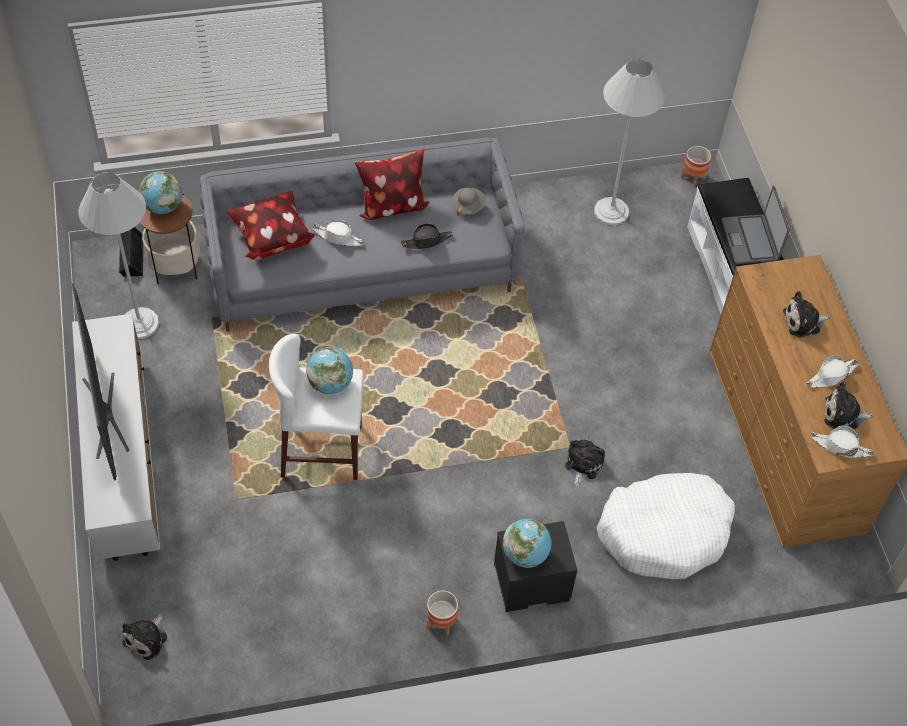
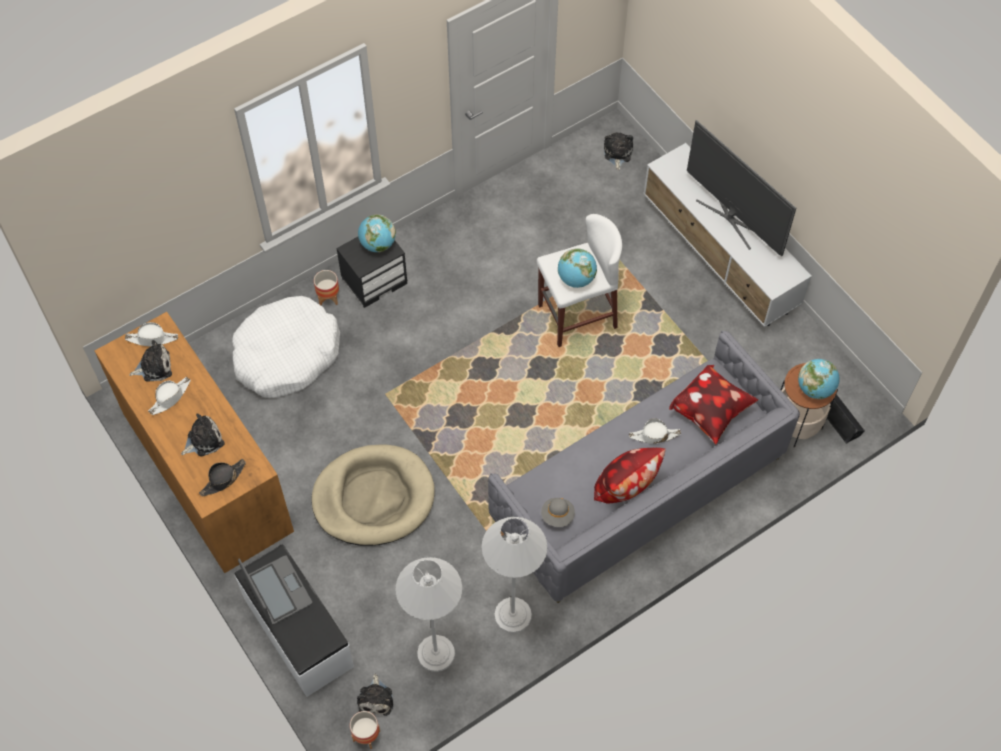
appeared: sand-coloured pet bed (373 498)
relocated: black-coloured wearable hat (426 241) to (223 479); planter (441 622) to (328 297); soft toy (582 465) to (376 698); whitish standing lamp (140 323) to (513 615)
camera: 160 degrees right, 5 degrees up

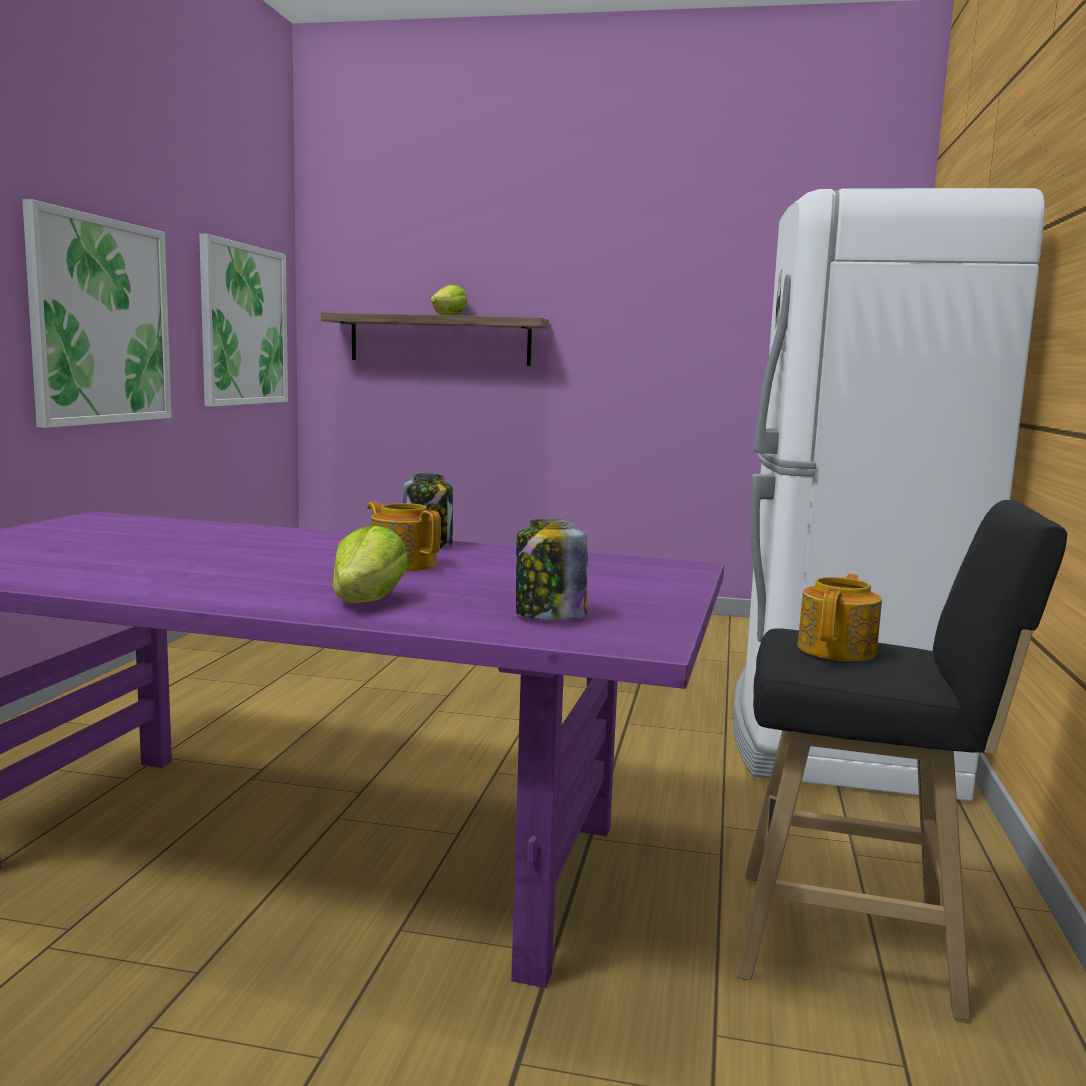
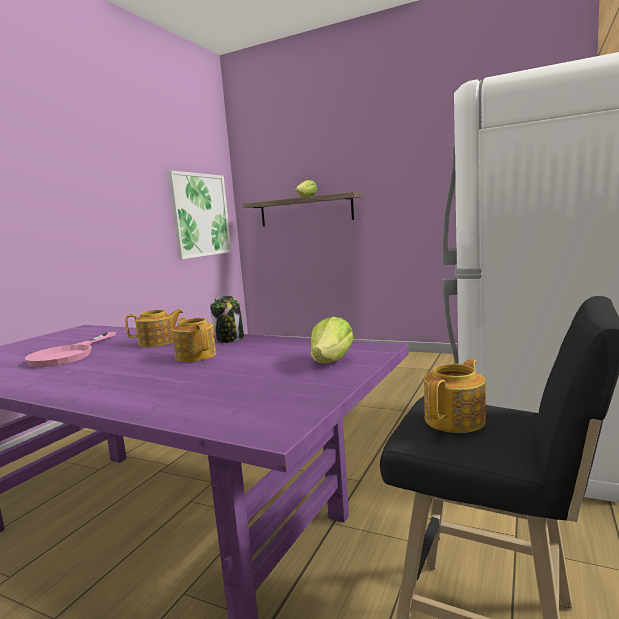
missing: wall art (101 321); storage jar (549 616)
appeared: pinkish pan (69 355); tea pot (158 343)
relocated: lettuce (368 601) to (332 361)
camera: 15 degrees right, 0 degrees up

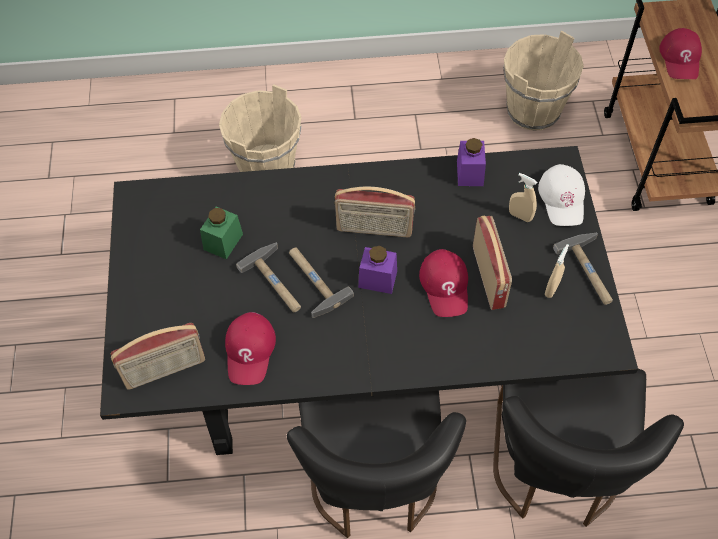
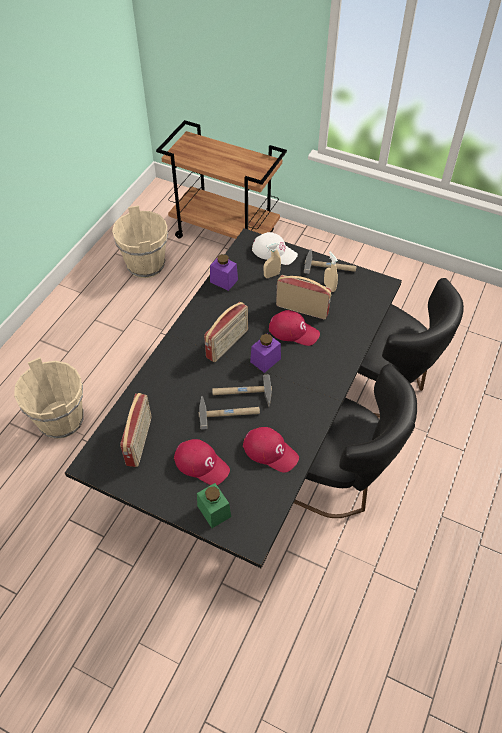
relocated: radio set (165 370) to (140 441); red-coloured cap (680 58) to (202 464); green storage jar (223 242) to (214 511)
camera: 60 degrees left, 5 degrees down

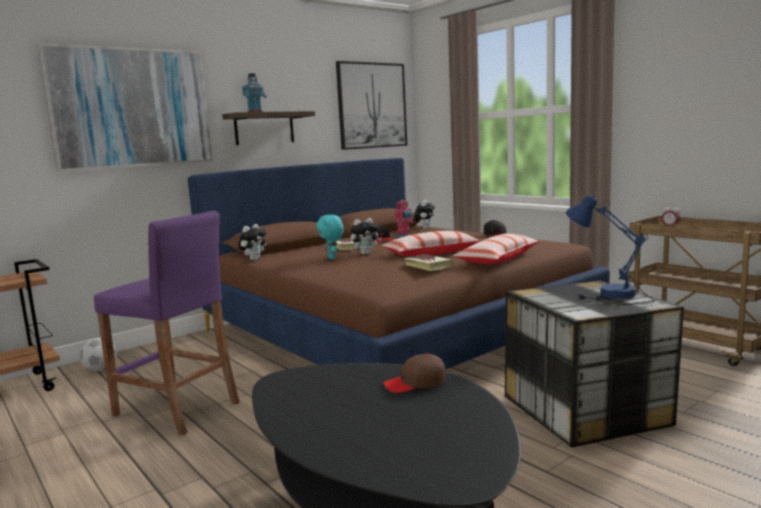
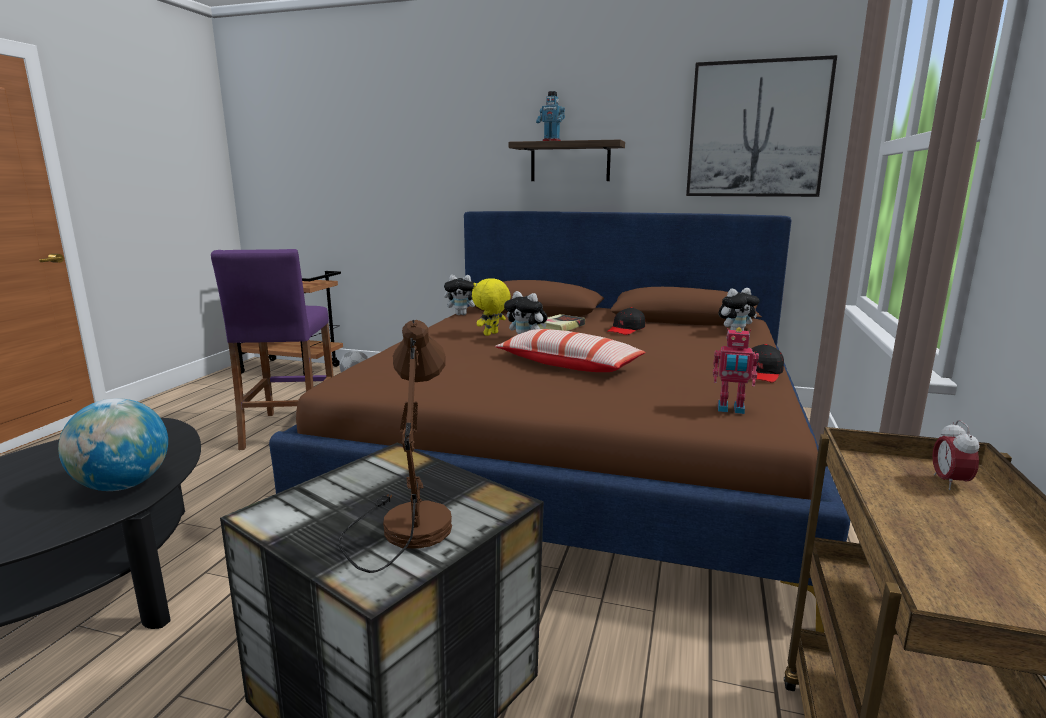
missing: wall art (131 108); volume (428 266); cushion (498 259)
relocated: robot figure (404 236) to (731 409)
exchanged: brown cap (415 383) to globe (124 486)
colour: blue table lamp (609 296) to brown table lamp (400 524); turquoise-coloured soft toy (332 258) to yellowish soft toy (491 334)
camera: 55 degrees right, 5 degrees up

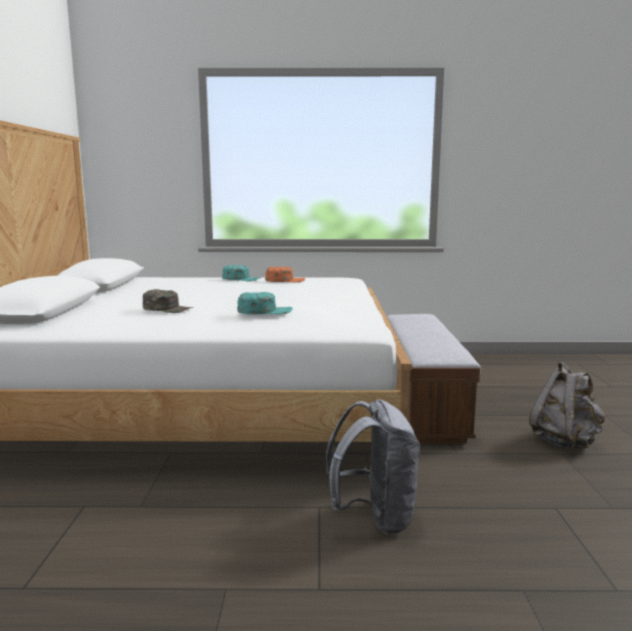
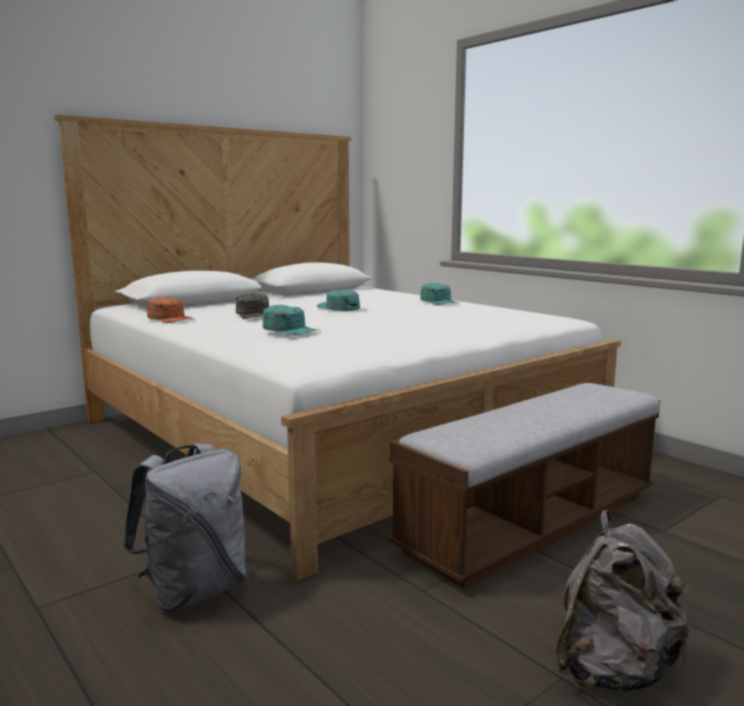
appeared: turquoise-coloured cap (338 308)
relocated: orange cap (285 280) to (171 318)
camera: 50 degrees right, 0 degrees up

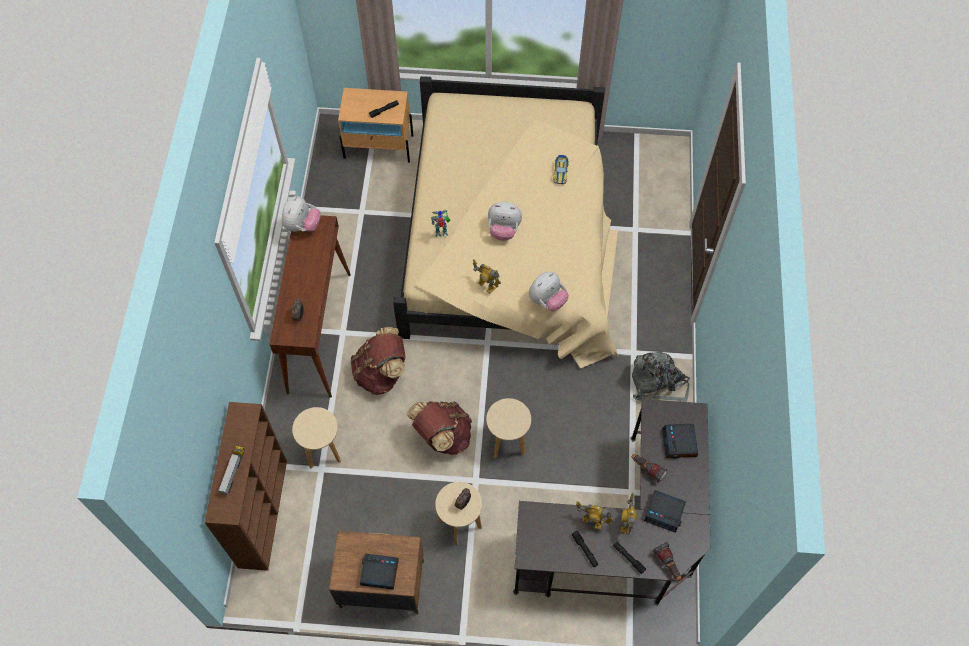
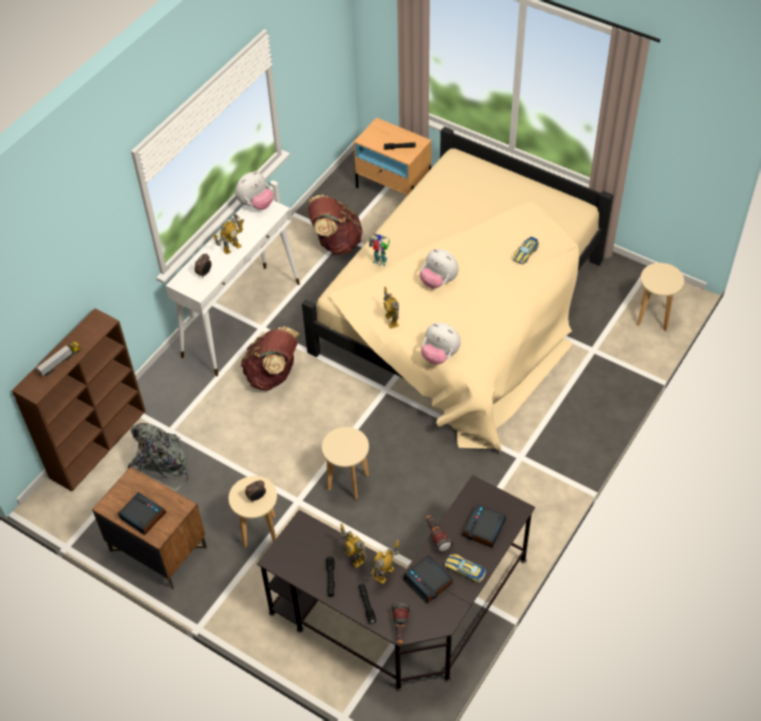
appeared: robot figure (232 248); model car (465 570)
relocated: grey rucksack (657 382) to (162 465); brown rucksack (442 436) to (336 242); sand-coloured sitting stool (323 451) to (653 318)
colour: brown narrow table (319 331) to whitish narrow table (242 319)
spun: soft toy (547 300) = (440 355) 45 degrees clockwise
camera: 30 degrees right, 10 degrees down

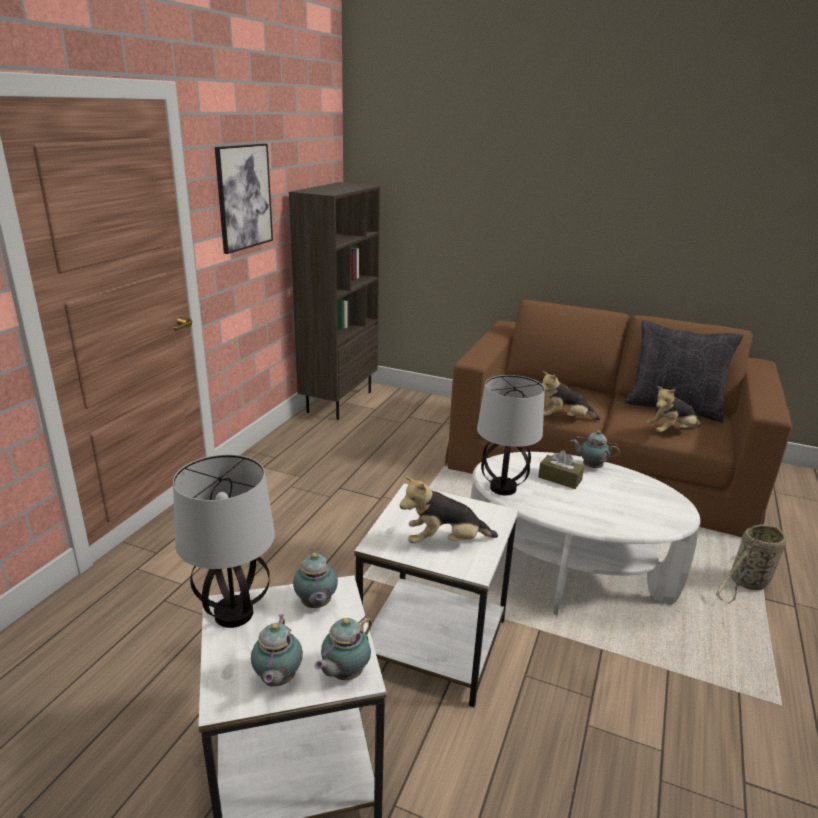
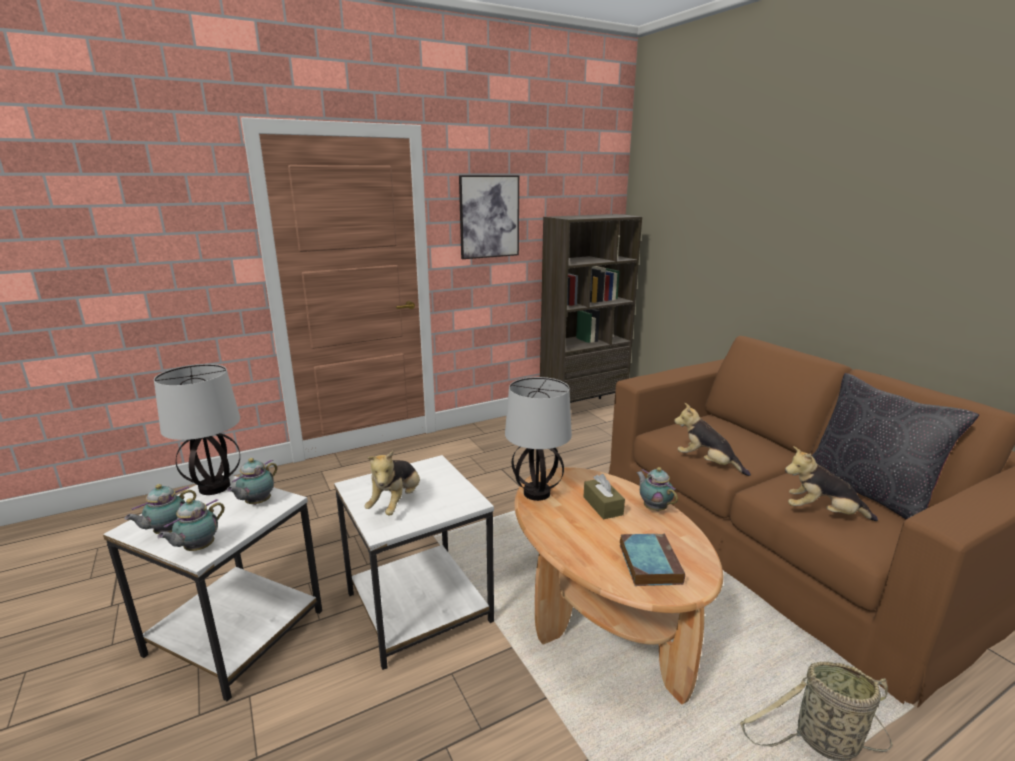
appeared: volume (648 563)
colour: whitish coffee table (567 575) to brown coffee table (601 617)
spun: tea pot (344 674) = (197 548) 45 degrees counterclockwise; soft toy (445 542) = (396 503) 105 degrees counterclockwise
camera: 40 degrees right, 5 degrees down

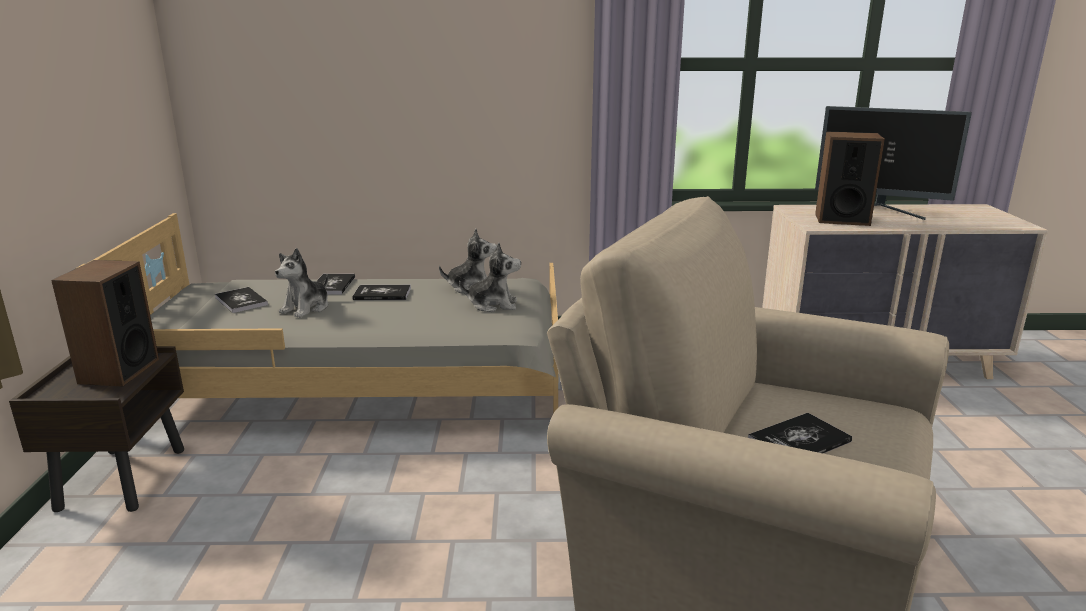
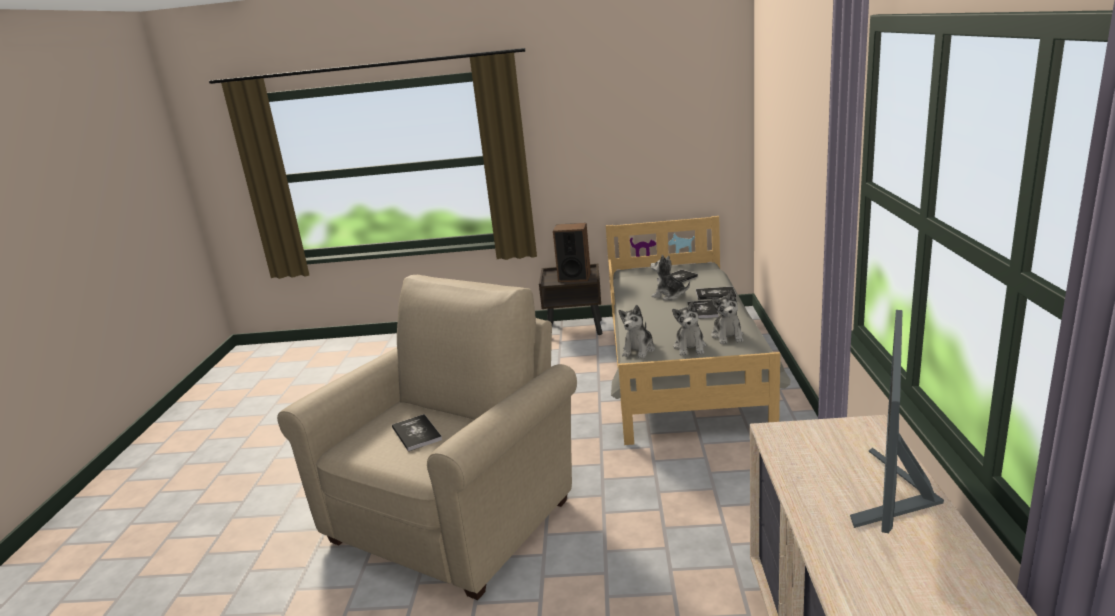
missing: audio speaker (841 219)
appeared: soft toy (638 350)
camera: 95 degrees right, 0 degrees up

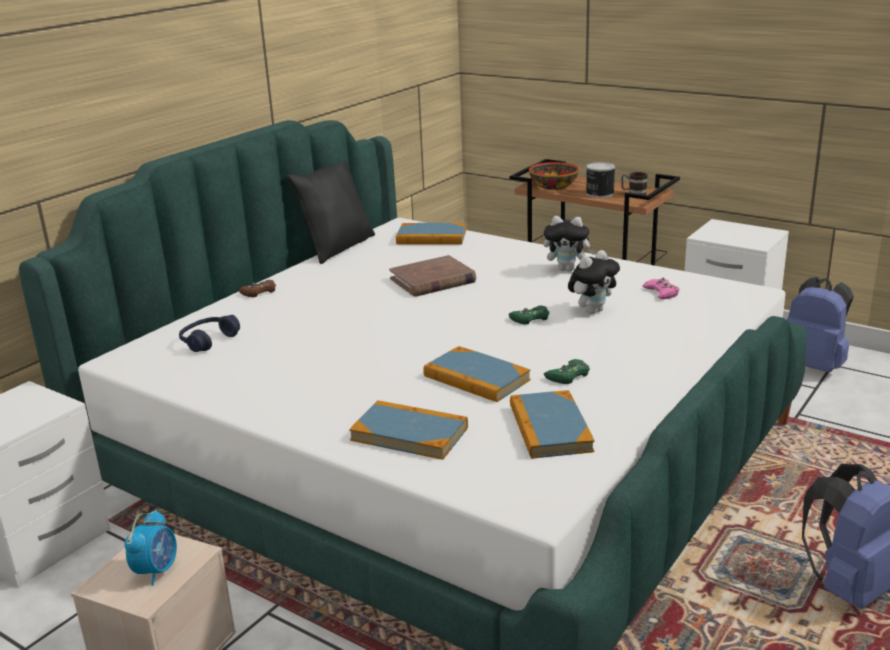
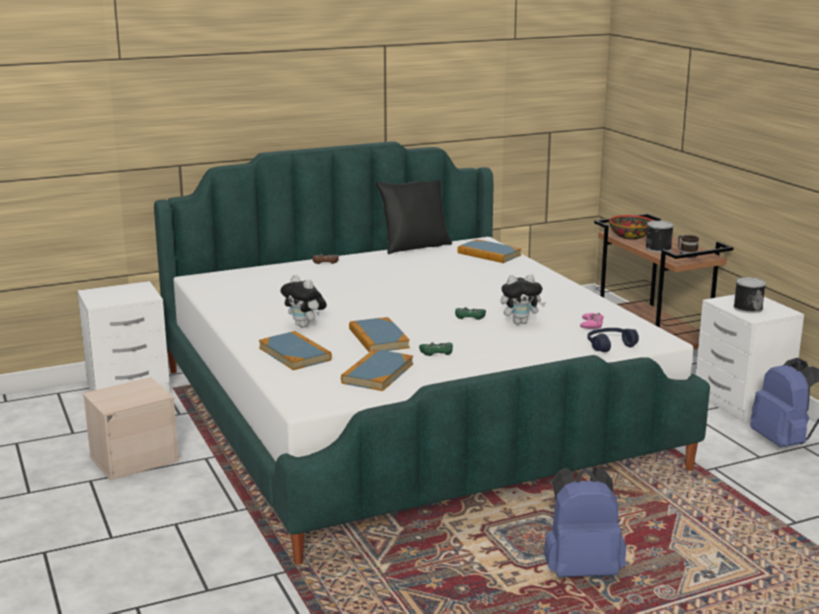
missing: table clock (157 570); brown volume (432 280)
appeared: can (747 308)
relocated: soft toy (568 269) to (305 326); blue pair of headphones (209 341) to (610 346)
camera: 30 degrees right, 5 degrees down

